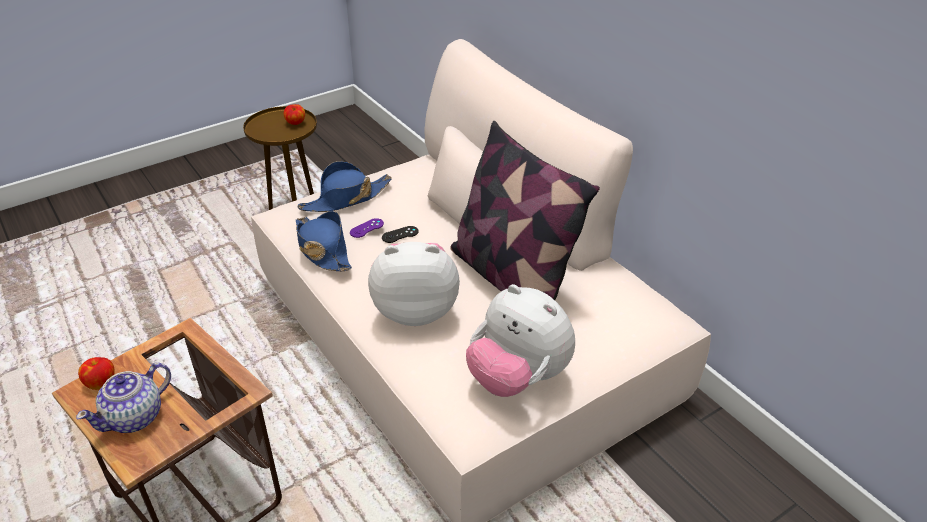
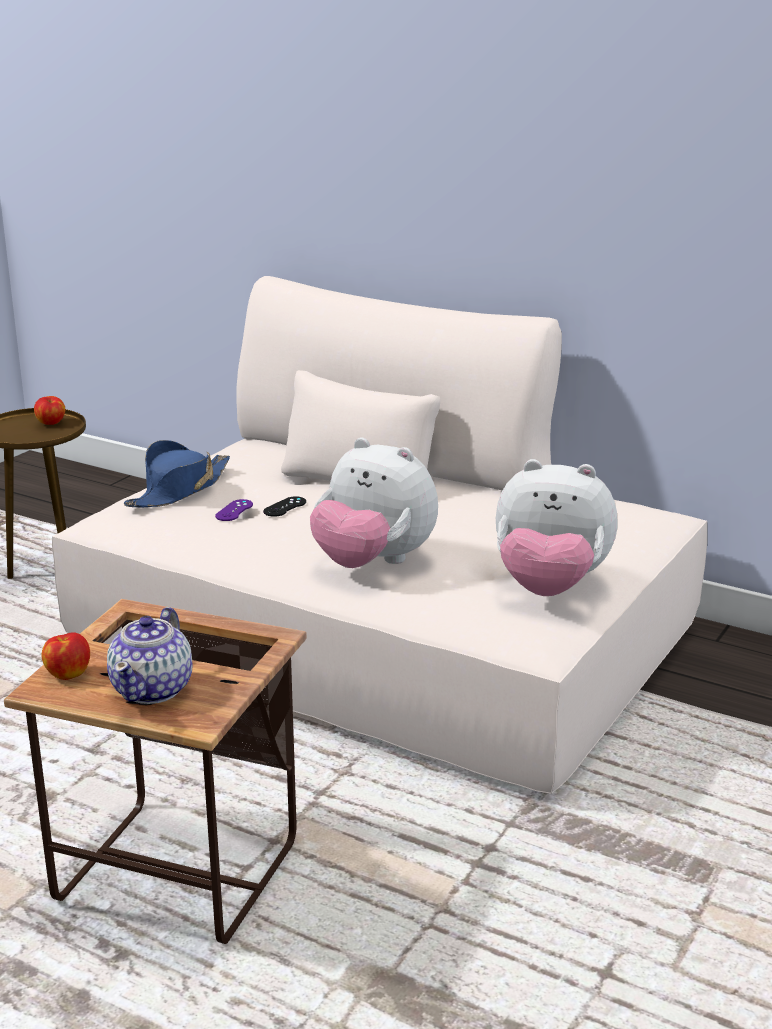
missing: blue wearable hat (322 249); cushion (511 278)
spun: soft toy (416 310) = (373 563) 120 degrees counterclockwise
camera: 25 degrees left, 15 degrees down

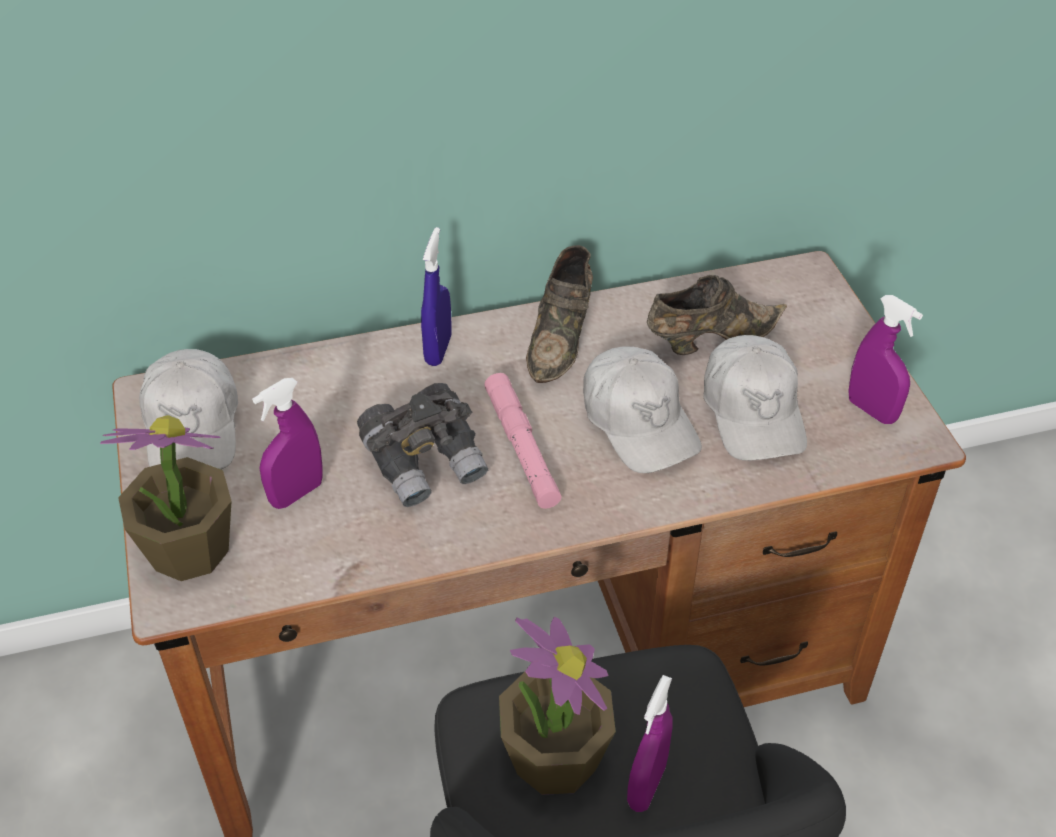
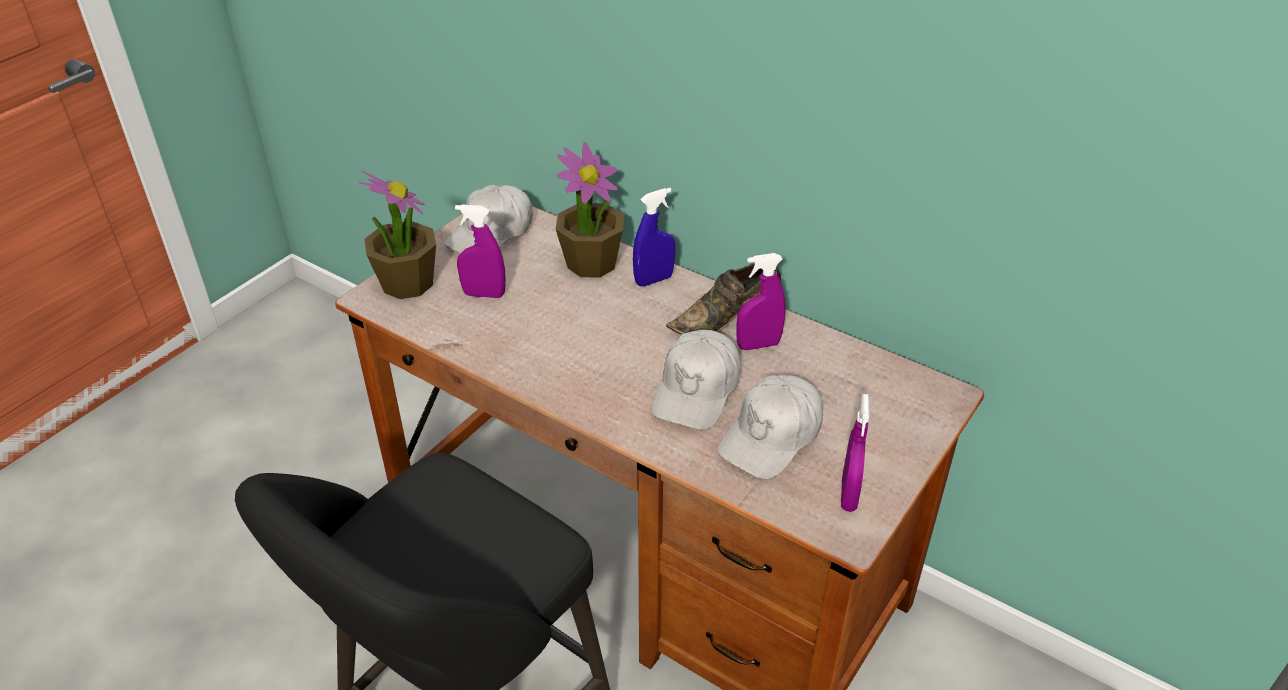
missing: grey field glasses (426 462); pinkish flashlight (522 447); brown shoe (709 339)
relocated: potted plant (554 758) to (591 262); purple-coloured sprayer (646 786) to (758 345)
camera: 50 degrees right, 5 degrees down

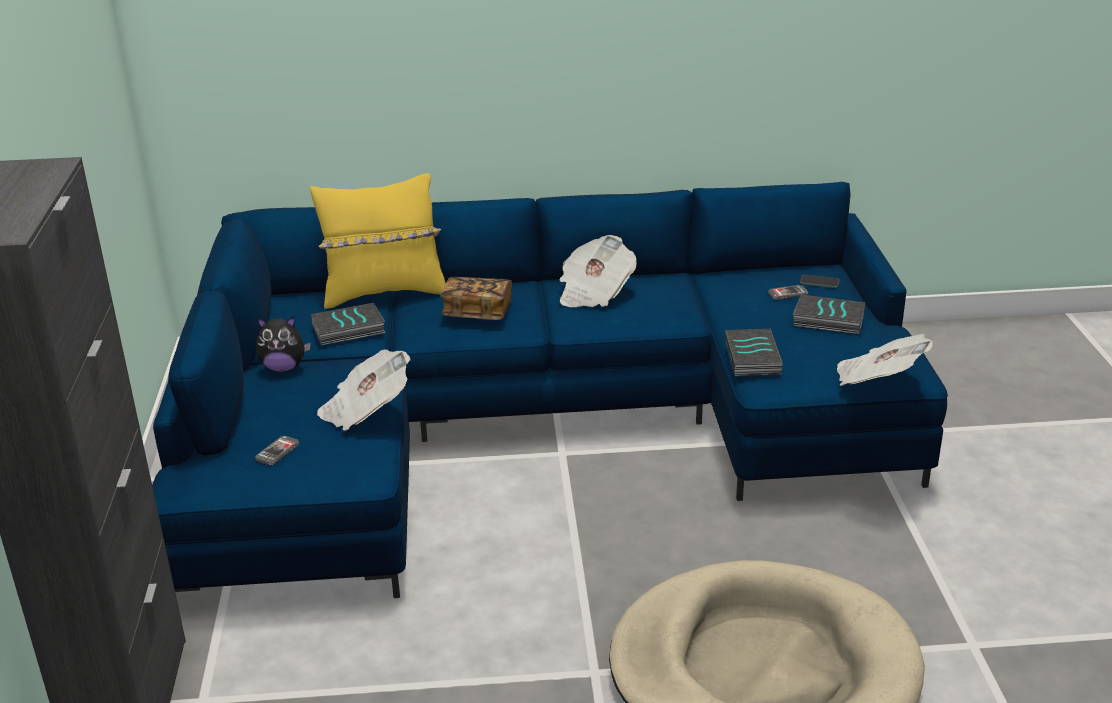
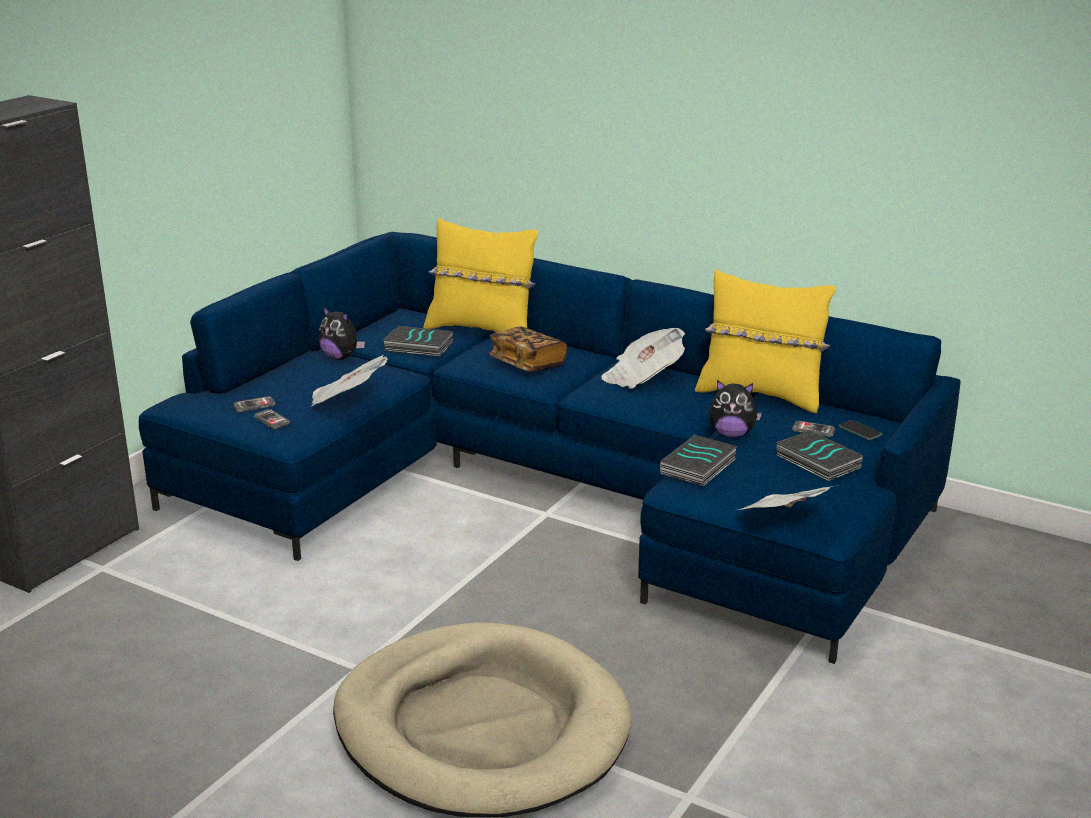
appeared: handset (272 420); yellowish cushion (761 395); soft toy (732 434)
camera: 35 degrees right, 5 degrees down

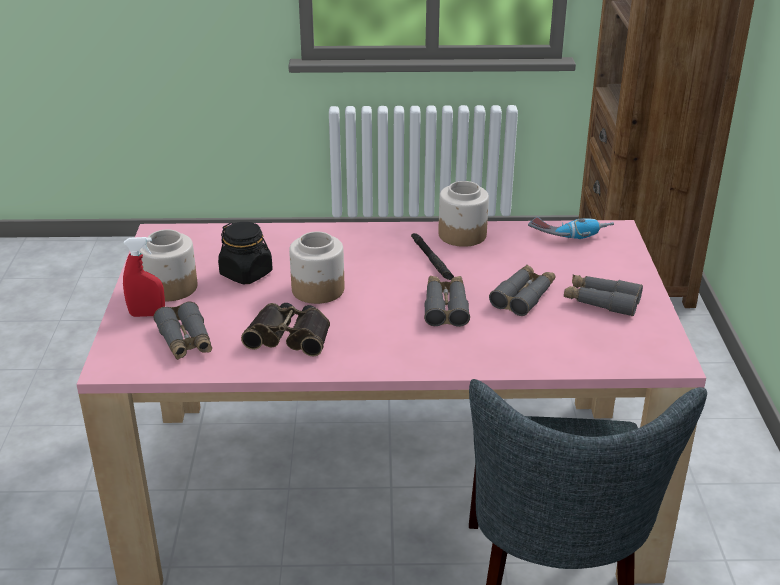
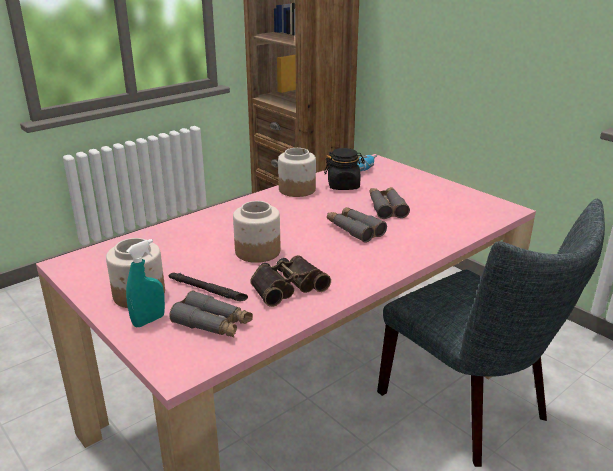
missing: grey field glasses (601 301)
relocated: black-coloured flashlight (431 259) to (207 290); black-coloured storage jar (246 274) to (343 185)
colour: red-coloured sprayer (147 314) to turquoise-coloured sprayer (149 320)
camera: 40 degrees left, 5 degrees down

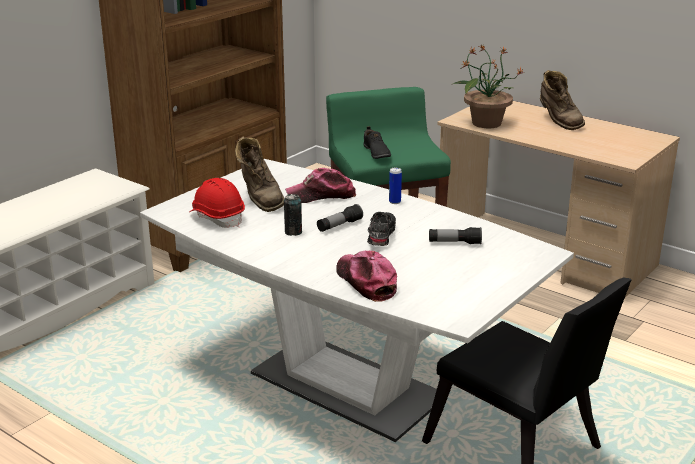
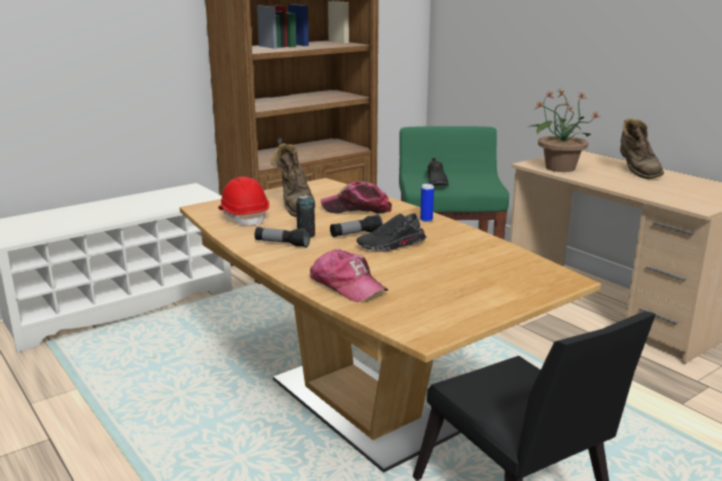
relocated: flashlight (454 243) to (282 244)
colour: whitish dinner table (347 386) to brown dinner table (361 406)
spun: cap (366 282) = (347 285) 150 degrees clockwise; black-coloured shoe (380 235) = (392 246) 135 degrees counterclockwise
camera: 15 degrees right, 5 degrees down

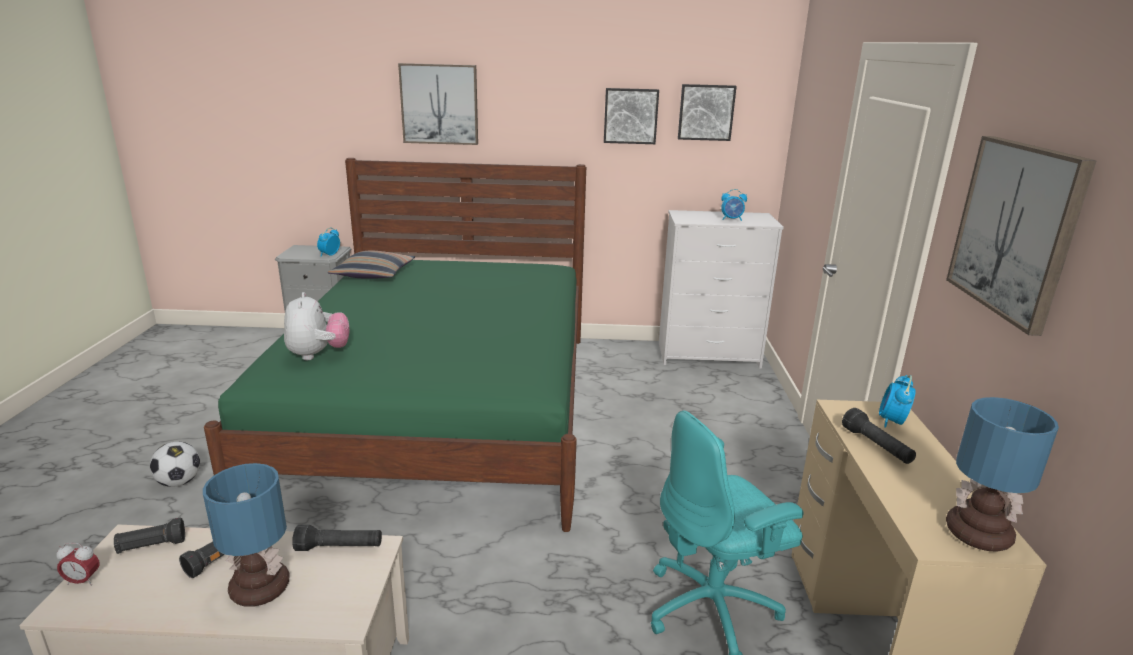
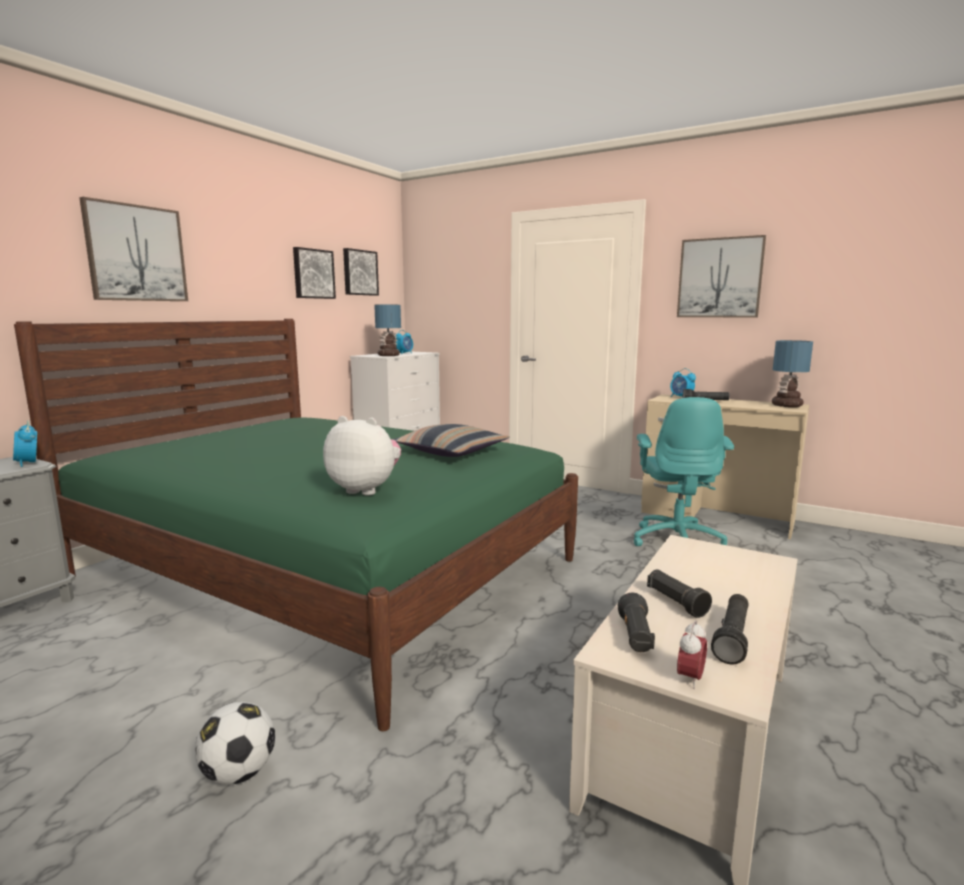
relocated: table lamp (262 588) to (389 355); cushion (374 274) to (451 452); black-coloured flashlight (339 547) to (732 637)
camera: 60 degrees left, 10 degrees down

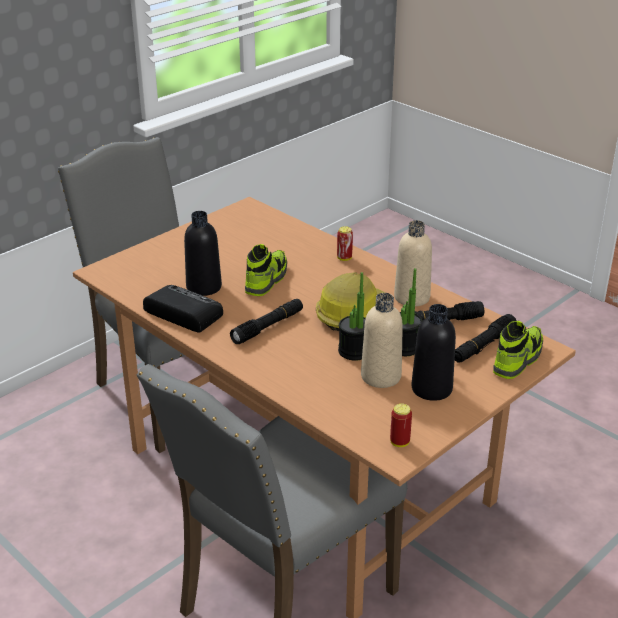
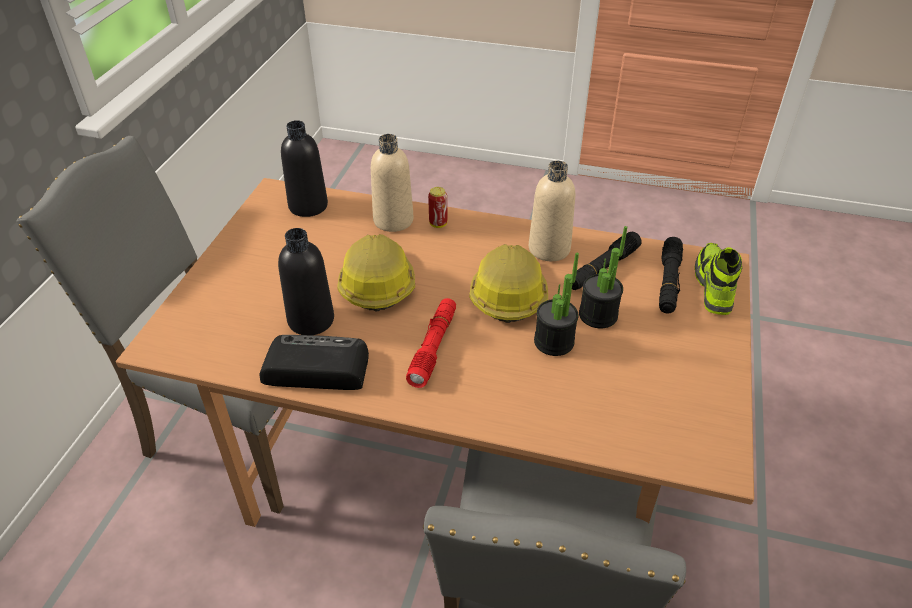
missing: can (399 442)
relocated: black-coloured bottle (431 389) to (308 206); sand-coloured bottle (381 376) to (393 220)
exchanged: shoe (266 280) to hard hat (377 283)
colour: black-coloured flashlight (268 327) to red-coloured flashlight (433 347)
camera: 30 degrees left, 10 degrees up

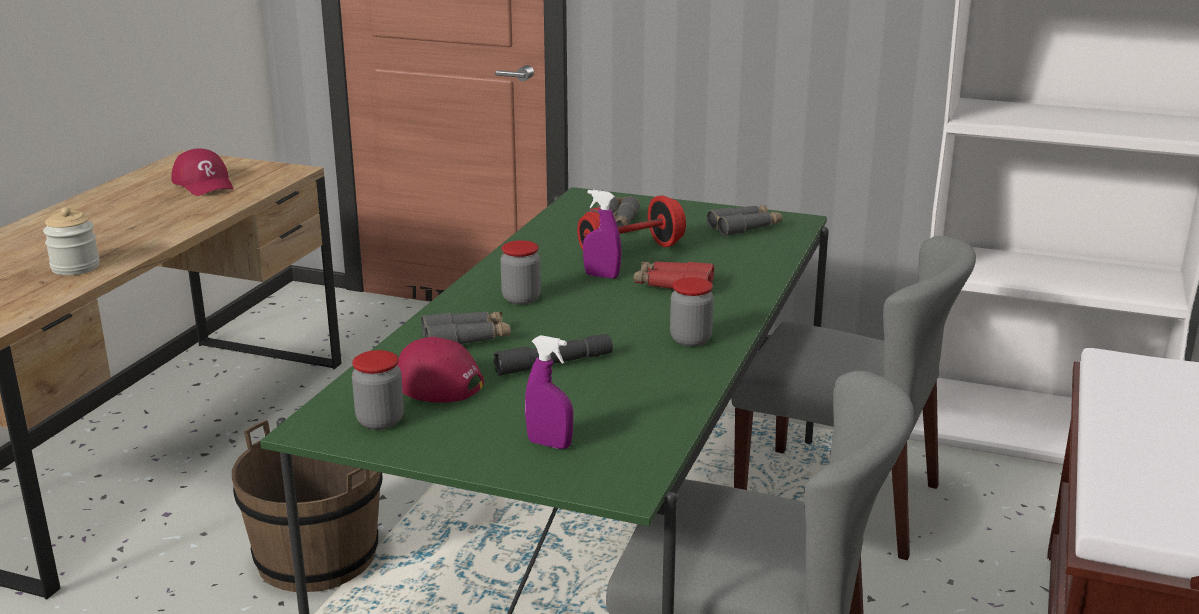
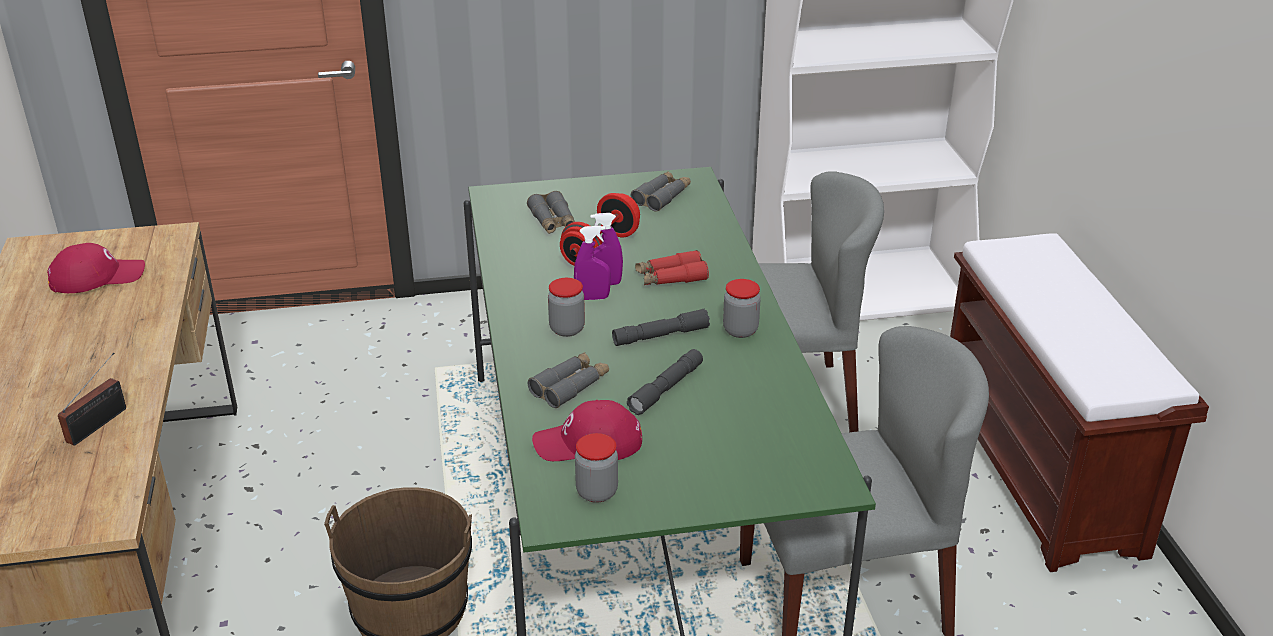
appeared: grey flashlight (660 336)
relocated: purple-coloured sprayer (549 444) to (592 298)
exchanged: storage jar (75 267) to radio set (100 423)
spun: red-coloured cap (204 184) = (97 277) 45 degrees counterclockwise
camera: 30 degrees left, 10 degrees up

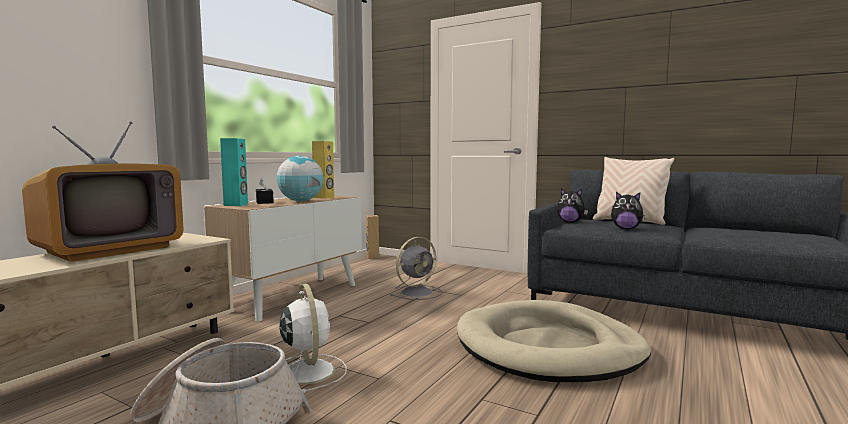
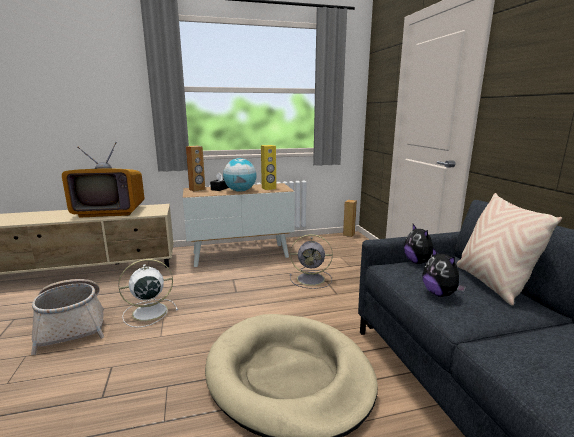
colour: turquoise-coloured audio speaker (236 205) to brown audio speaker (197 189)
spun: whitish cooling fan (307 371) = (148 312) 135 degrees counterclockwise
camera: 45 degrees right, 10 degrees up

